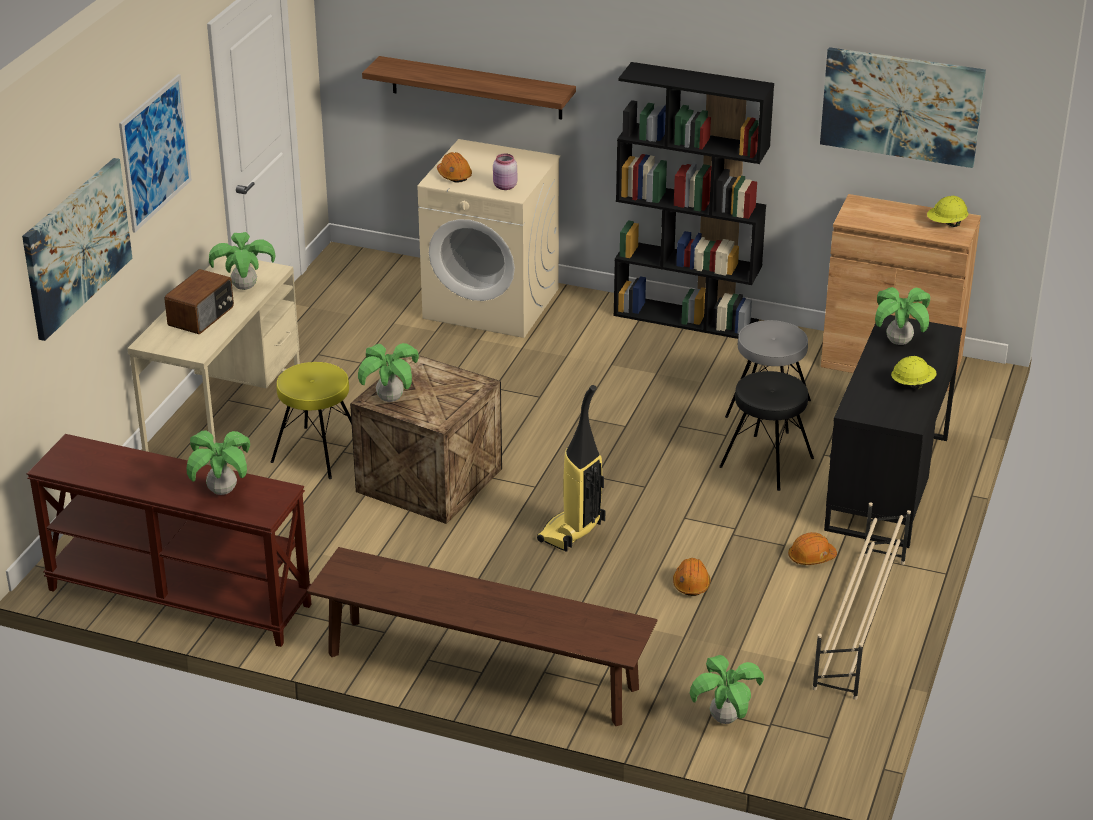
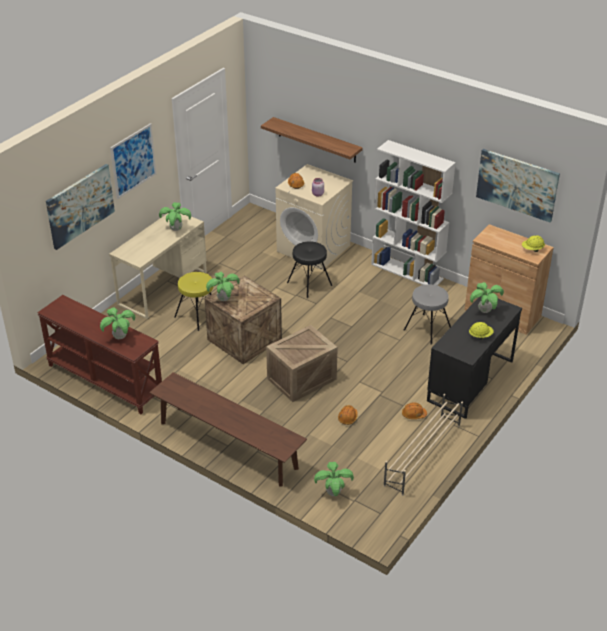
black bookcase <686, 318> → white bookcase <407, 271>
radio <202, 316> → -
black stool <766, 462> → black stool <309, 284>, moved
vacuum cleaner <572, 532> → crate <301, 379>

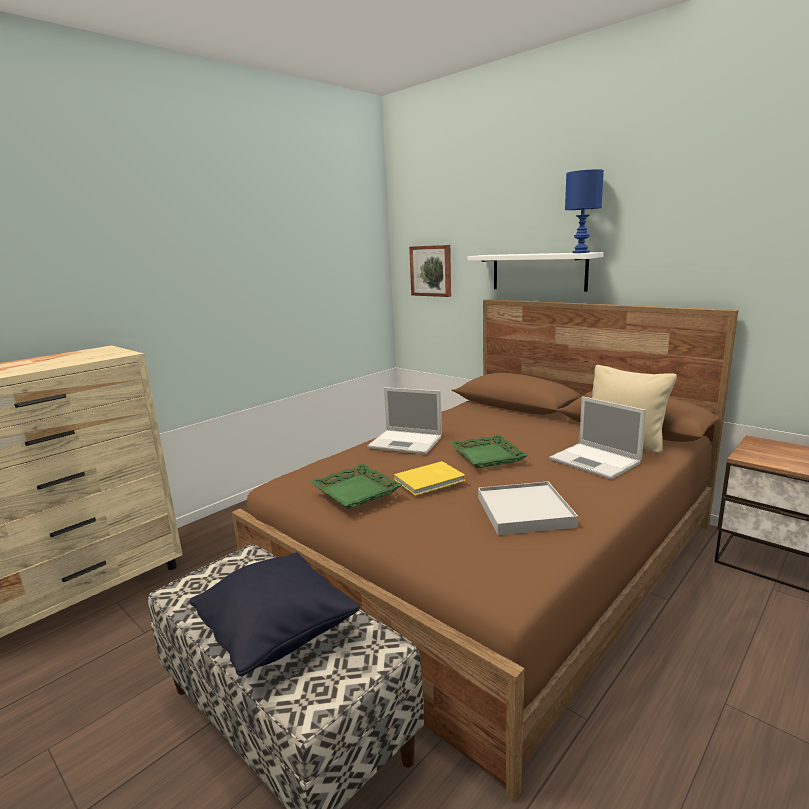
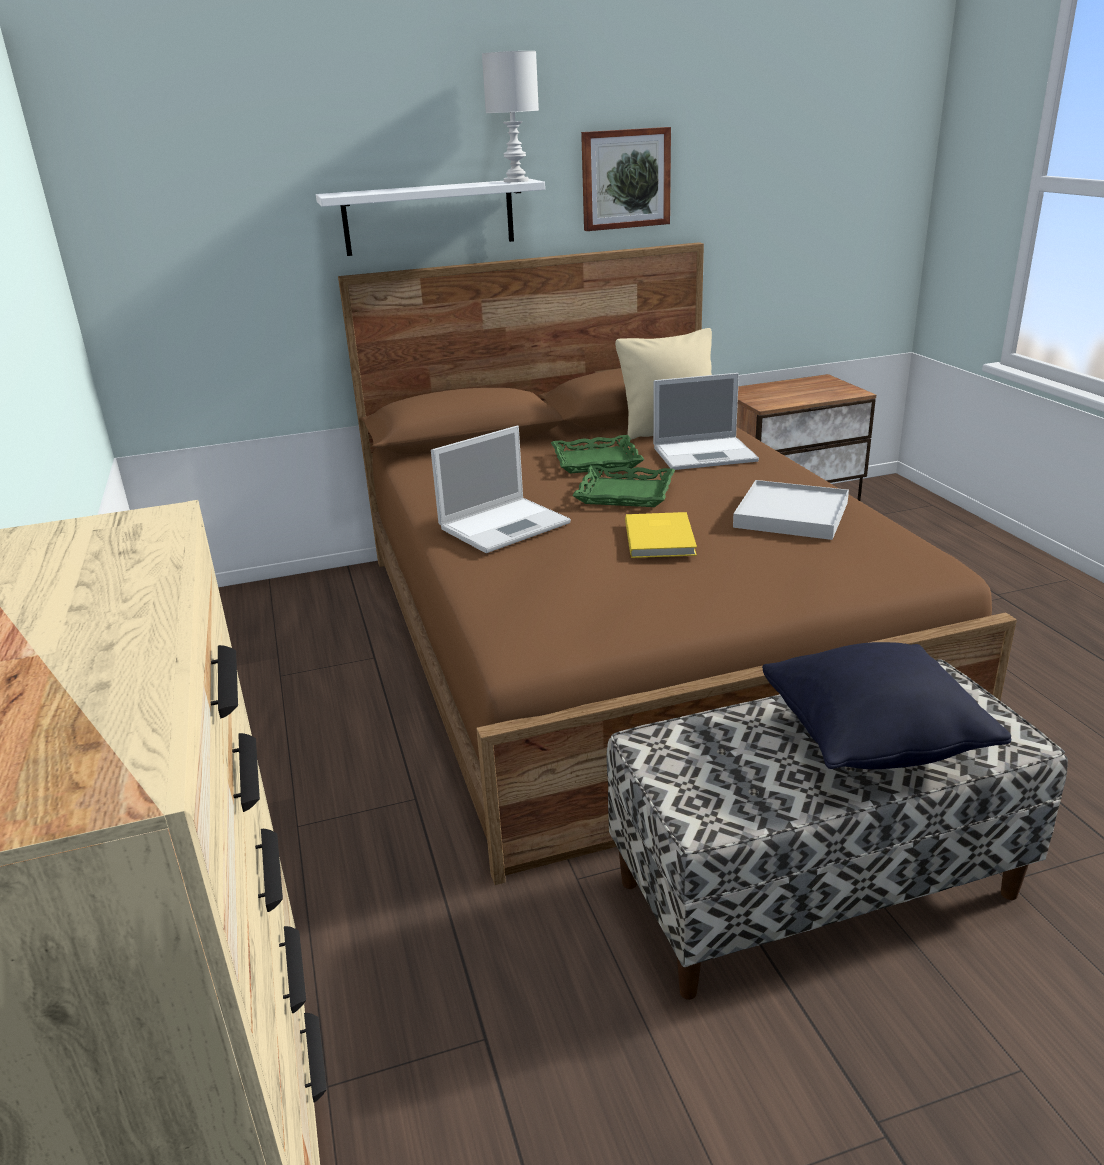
blue table lamp <581, 252> → white table lamp <517, 181>
picture <431, 271> → picture <625, 179>, moved
green tray <355, 491> → green tray <596, 461>, moved

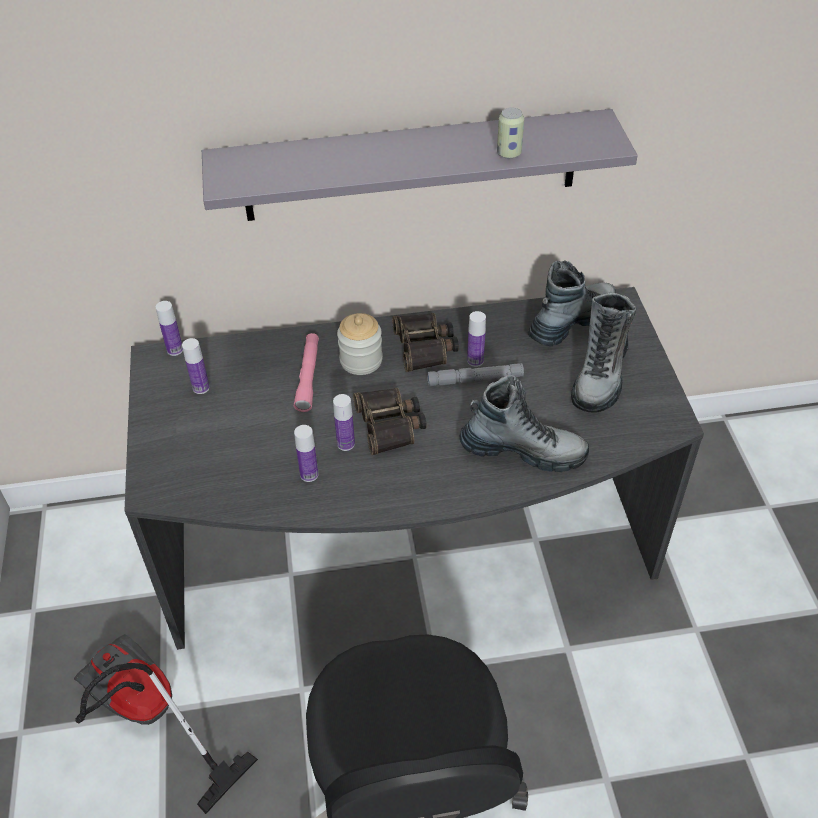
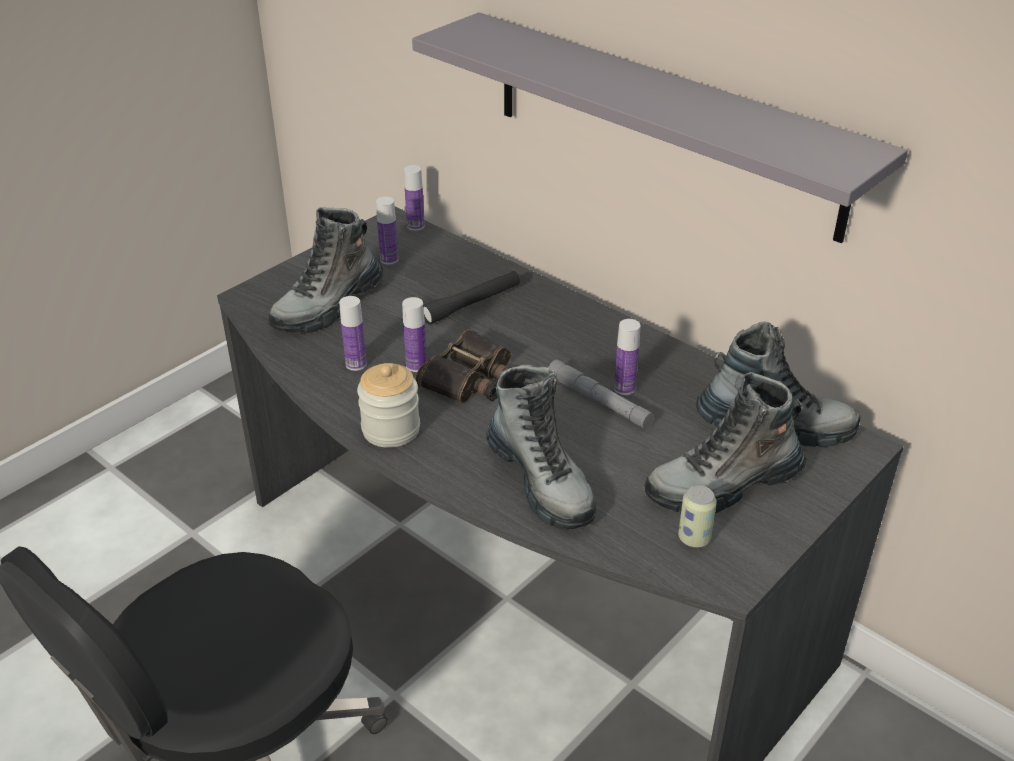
can <509, 153> → can <694, 538>, moved
jar <361, 360> → jar <391, 429>, moved
binoculars <425, 347> → -
pink flashlight <308, 377> → black flashlight <472, 304>
vacuum cleaner <147, 718> → -
- → boot <328, 306>

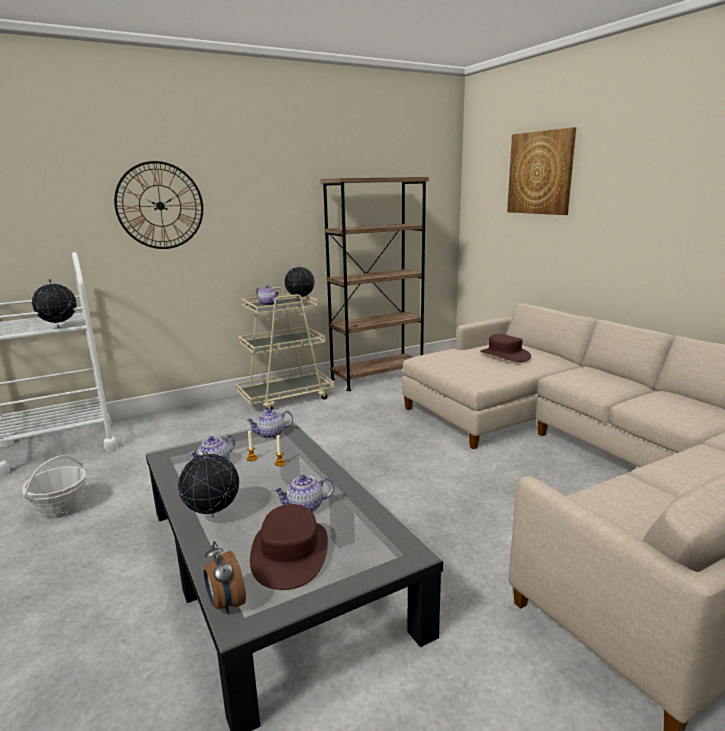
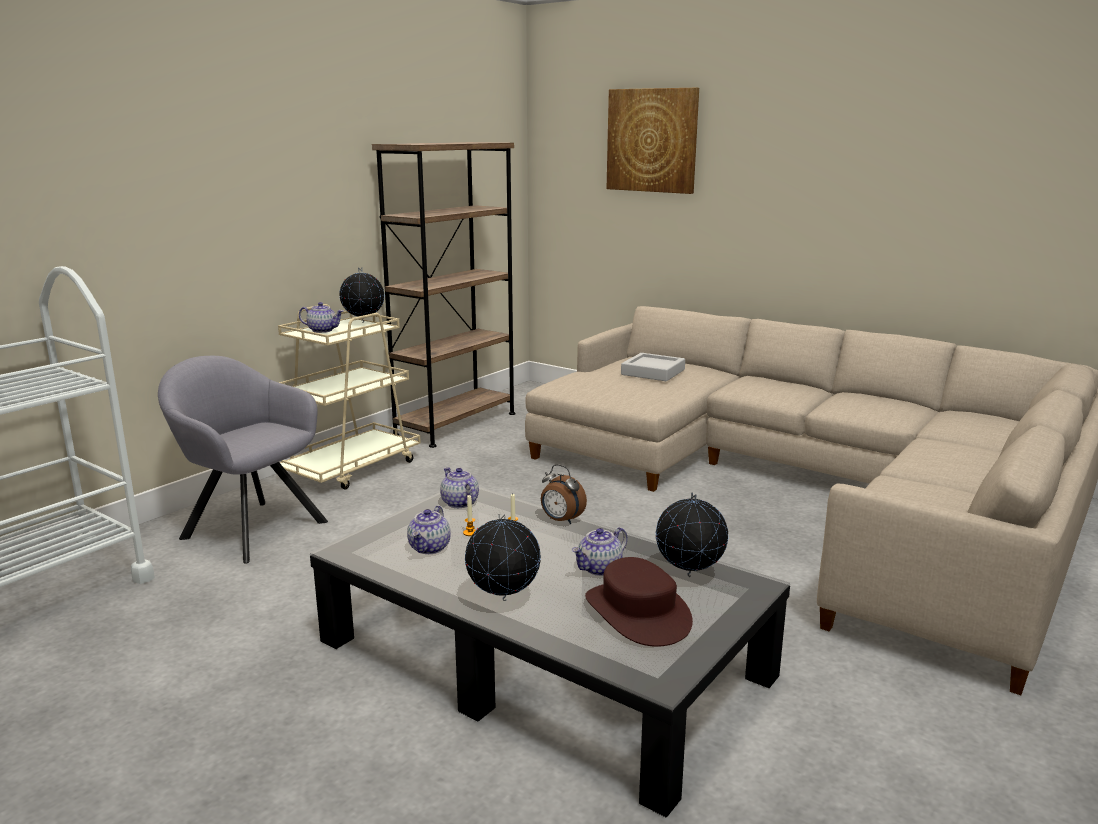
wall clock <160, 206> → -
globe <59, 327> → globe <689, 575>, moved
brown hat <504, 355> → grey tray <653, 372>
teapot <271, 434> → teapot <459, 503>, 105 degrees clockwise
basket <61, 508> → -
alarm clock <225, 604> → alarm clock <561, 520>, moved
- → grey armchair <249, 527>

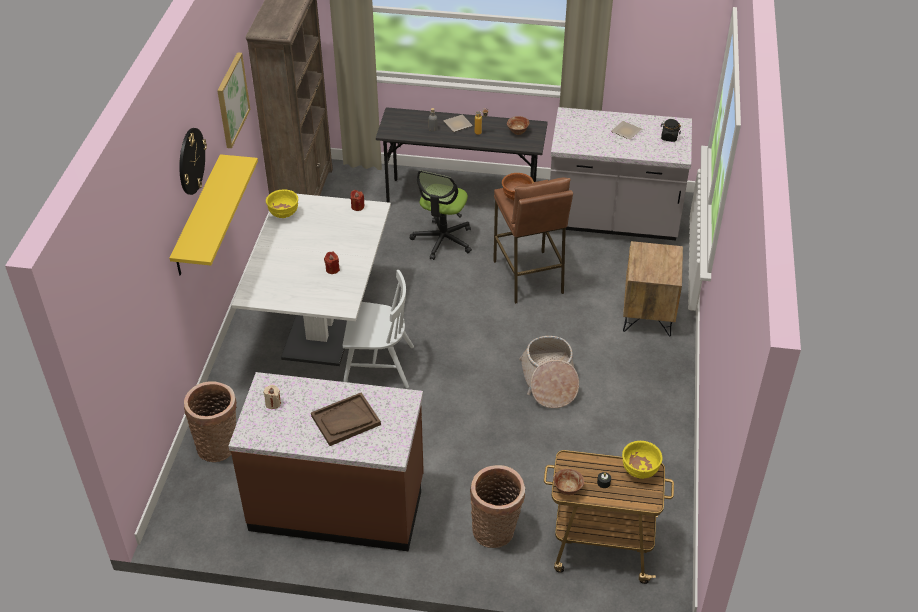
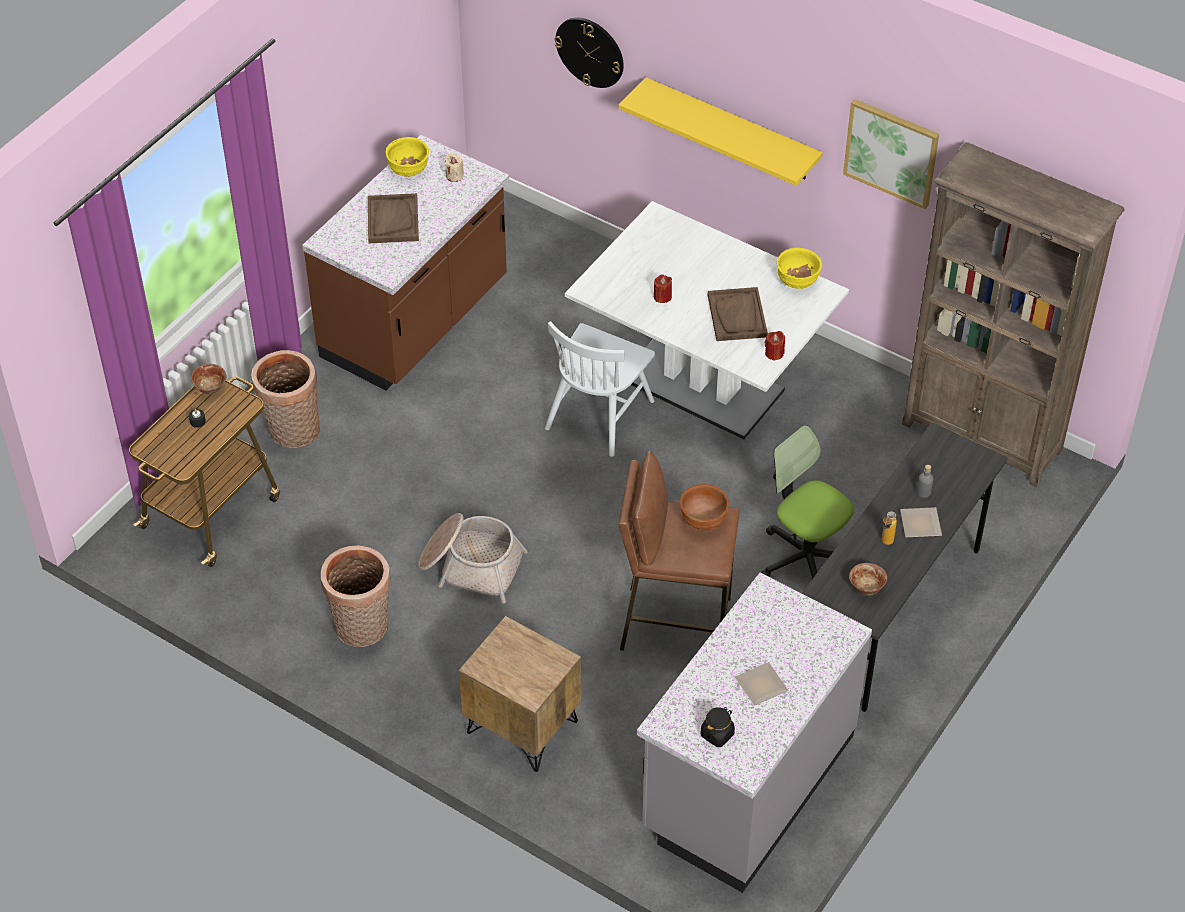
wall clock <191, 161> → wall clock <590, 52>, moved
basket <219, 445> → basket <362, 629>, moved
yellow bowl <640, 470> → yellow bowl <408, 171>, moved
- → brown tray <737, 316>

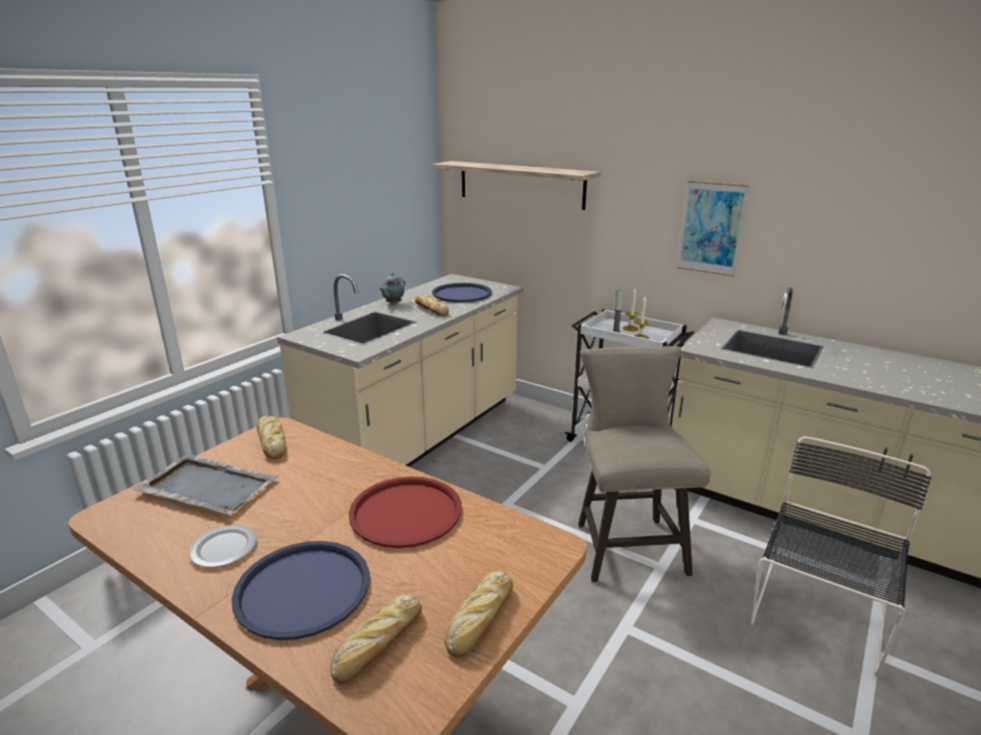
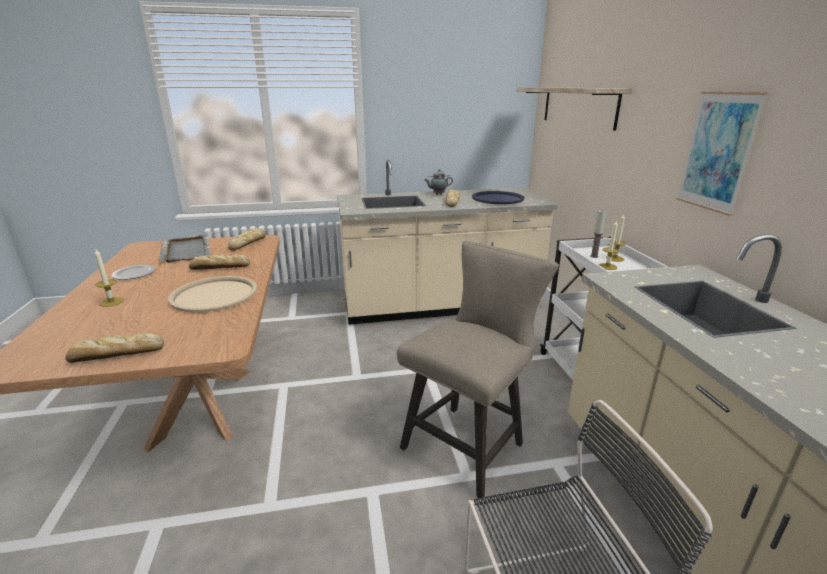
red tray <406, 512> → beige tray <214, 295>
blue tray <302, 589> → candle <111, 302>
bread <377, 644> → bread <219, 267>, moved

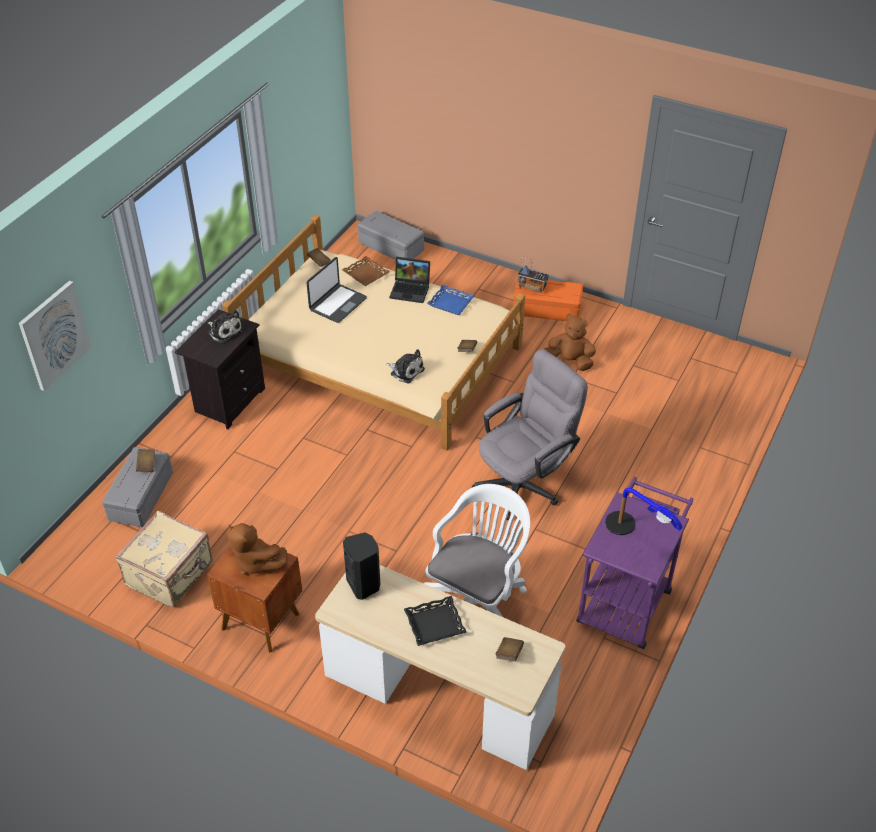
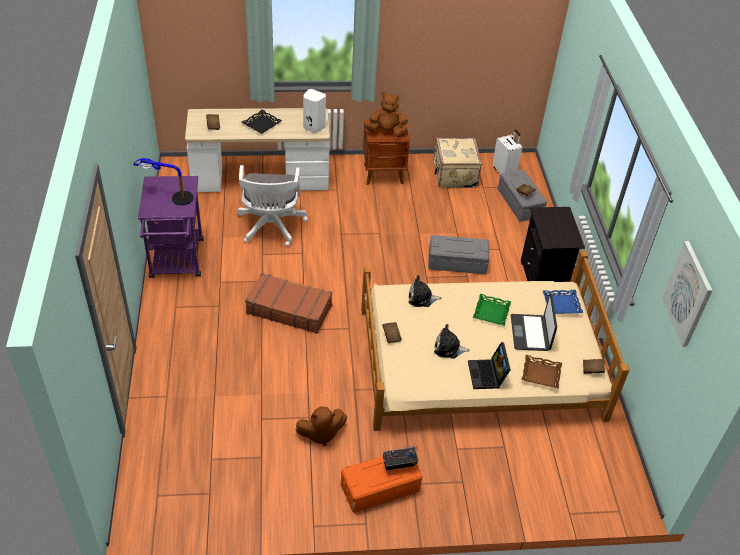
grey storage box <390, 247> → grey storage box <457, 262>, moved
laptop <411, 290> → laptop <487, 375>, 75 degrees counterclockwise
picture <54, 335> → picture <688, 294>, moved
blue tray <450, 303> → blue tray <561, 304>, moved
plush toy <224, 331> → plush toy <449, 348>, moved
grey office chair <525, 482> → brown suitcase <289, 309>
black speaker <364, 584> → white speaker <313, 127>
- → white suitcase <504, 172>
- → green tray <491, 312>

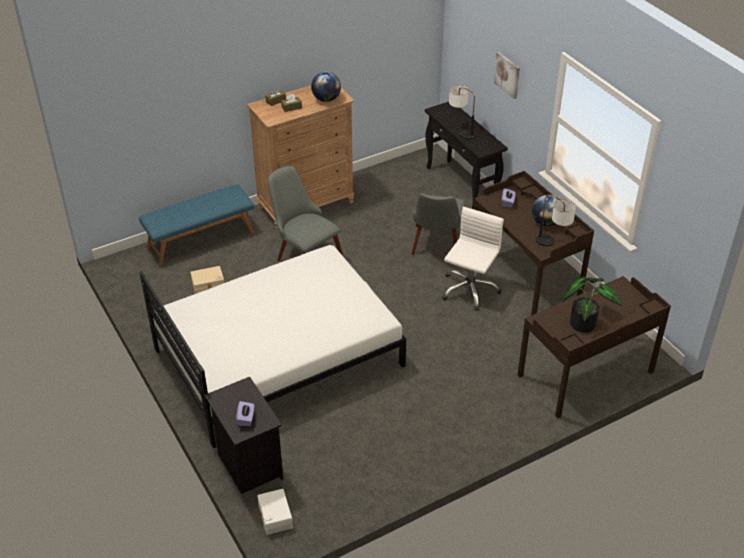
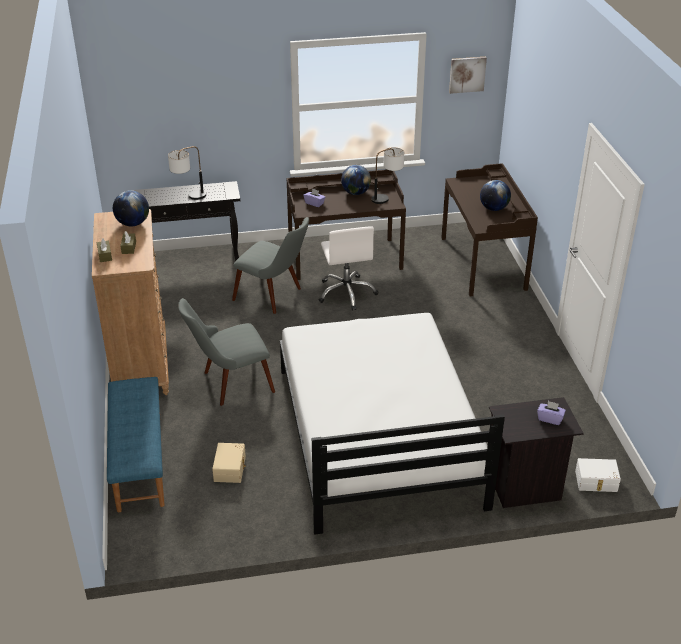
picture <508, 75> → picture <467, 74>, moved
white office chair <469, 289> → white office chair <347, 293>, 150 degrees counterclockwise
potted plant <585, 322> → globe <493, 208>

